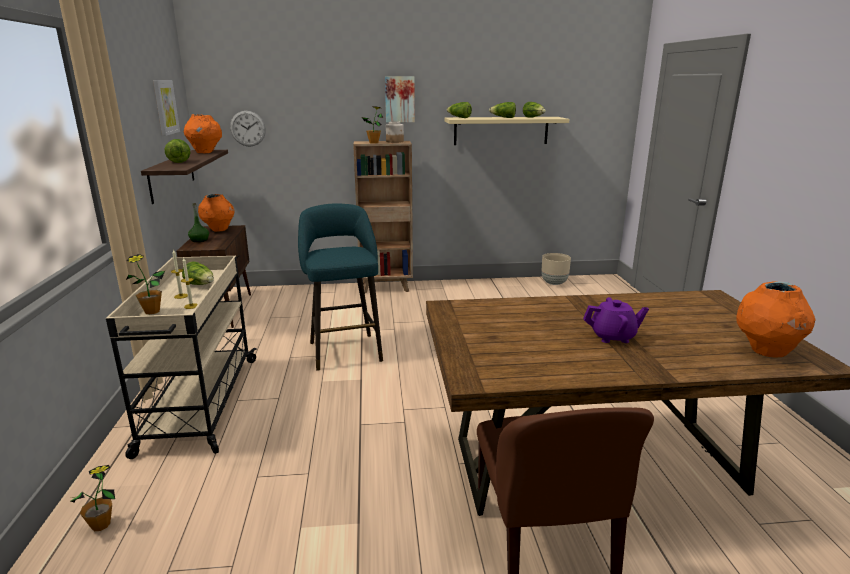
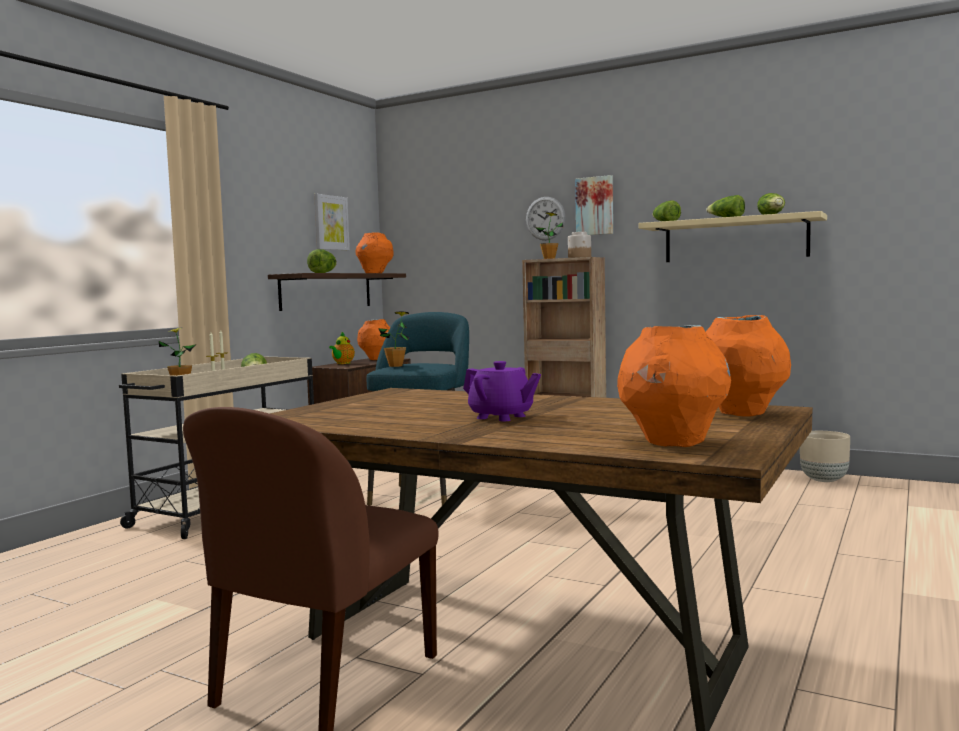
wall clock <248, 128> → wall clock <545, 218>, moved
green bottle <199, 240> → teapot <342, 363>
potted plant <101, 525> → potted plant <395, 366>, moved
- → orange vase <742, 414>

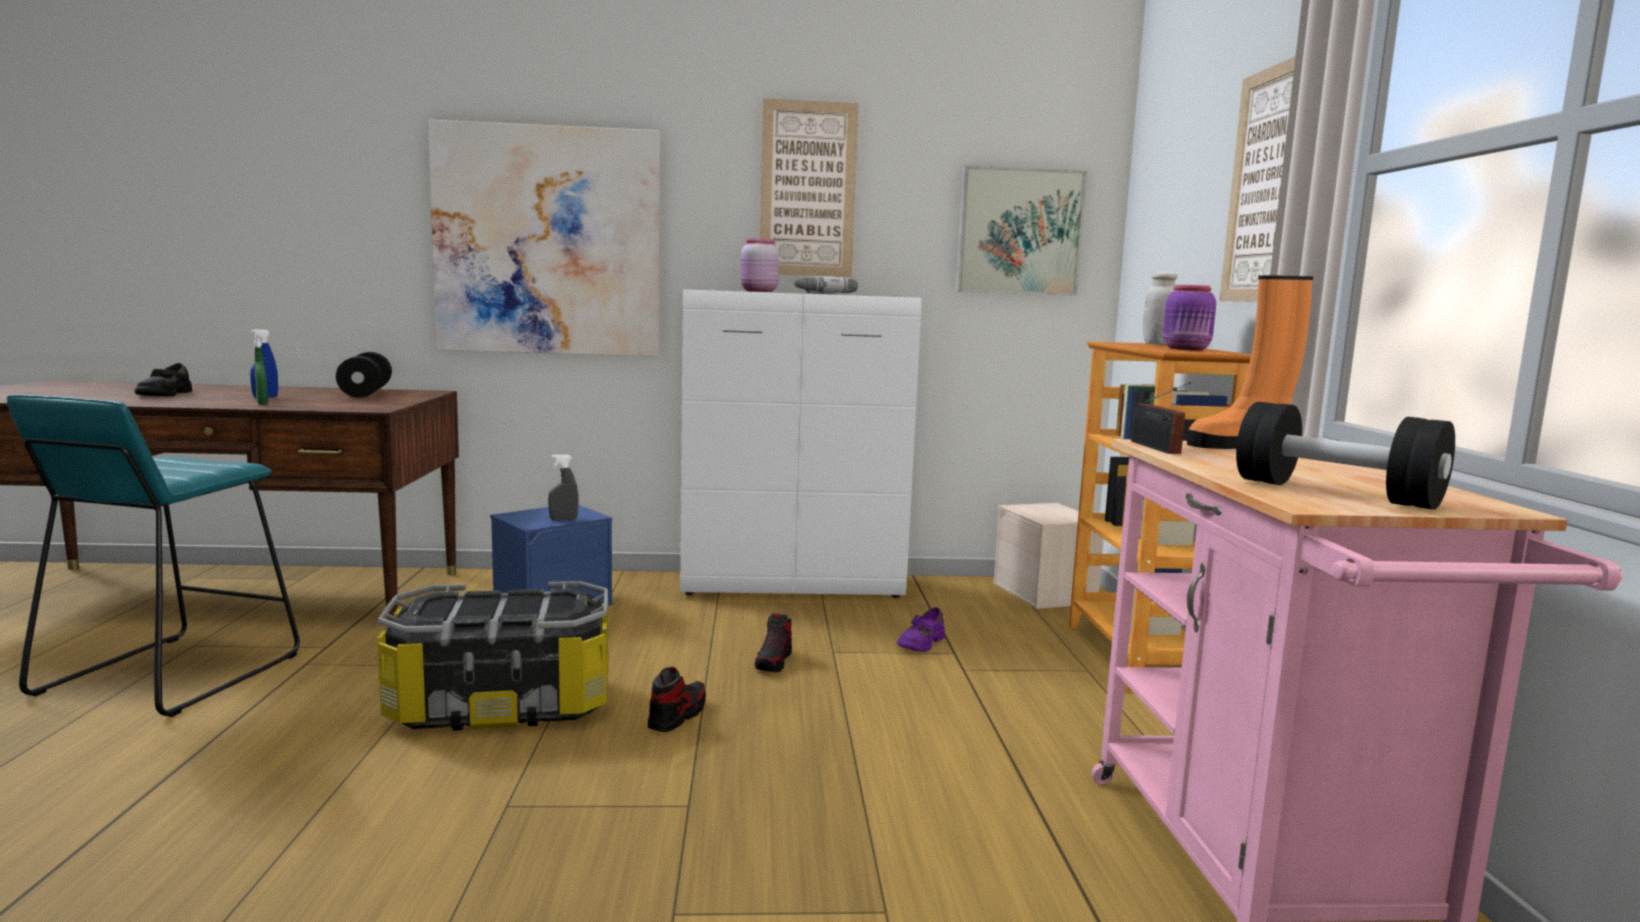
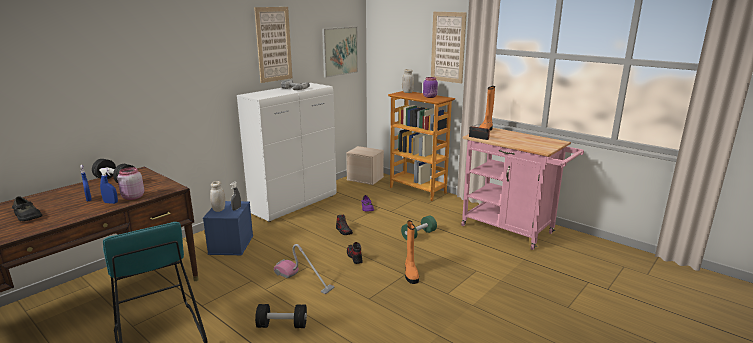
picture <548, 241> → -
pink jar <758, 291> → pink jar <132, 197>, moved
green spray bottle <262, 403> → blue spray bottle <111, 202>
black dumbbell <1336, 493> → black dumbbell <282, 325>, moved
storage box <501, 705> → vacuum cleaner <303, 280>
- → white jar <219, 209>
- → green dumbbell <419, 235>
- → orange boot <410, 273>

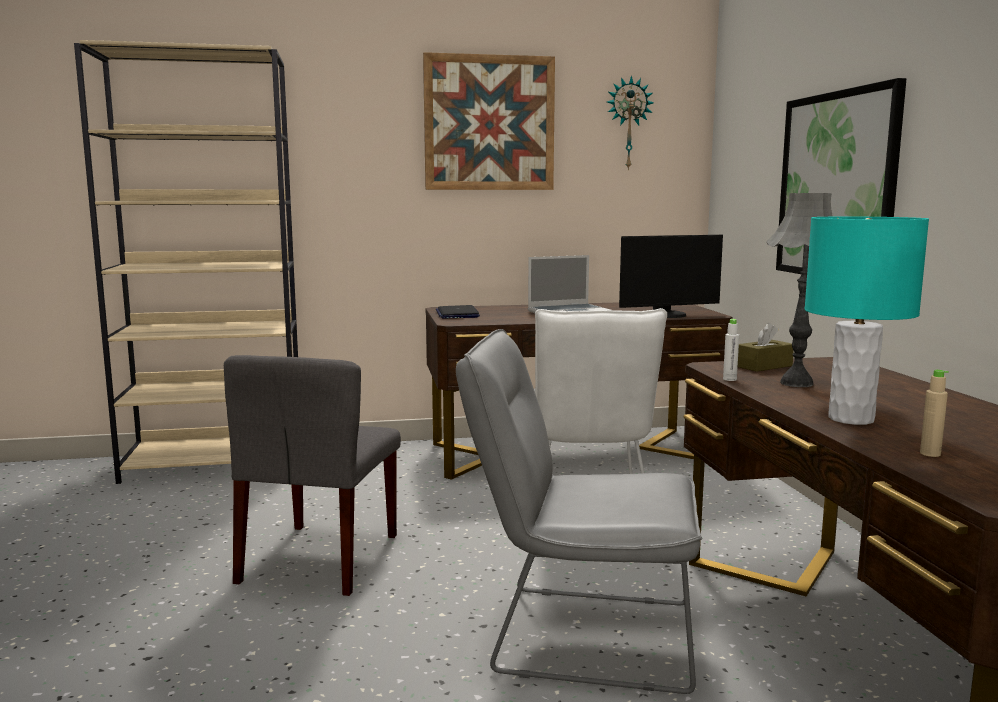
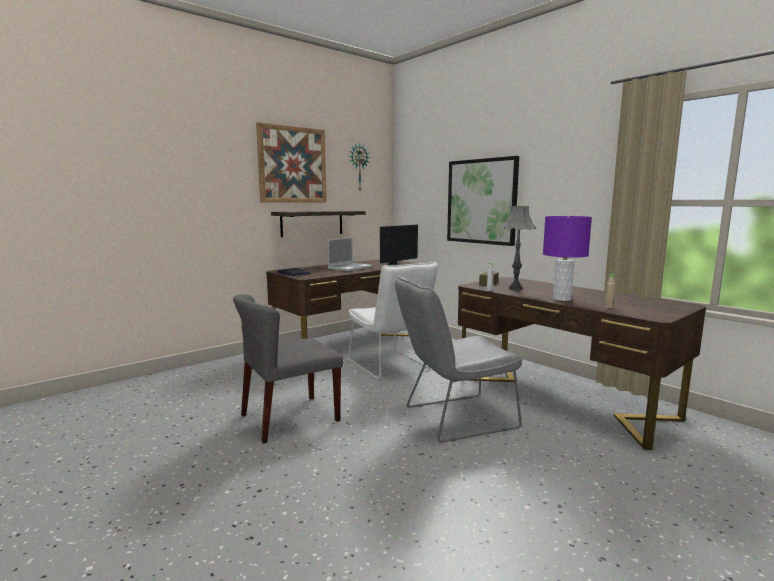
beige bookcase <216, 463> → -
turquoise table lamp <851, 419> → purple table lamp <562, 299>
grey chair <320, 559> → grey chair <289, 418>, 75 degrees clockwise
- → shelf <312, 223>

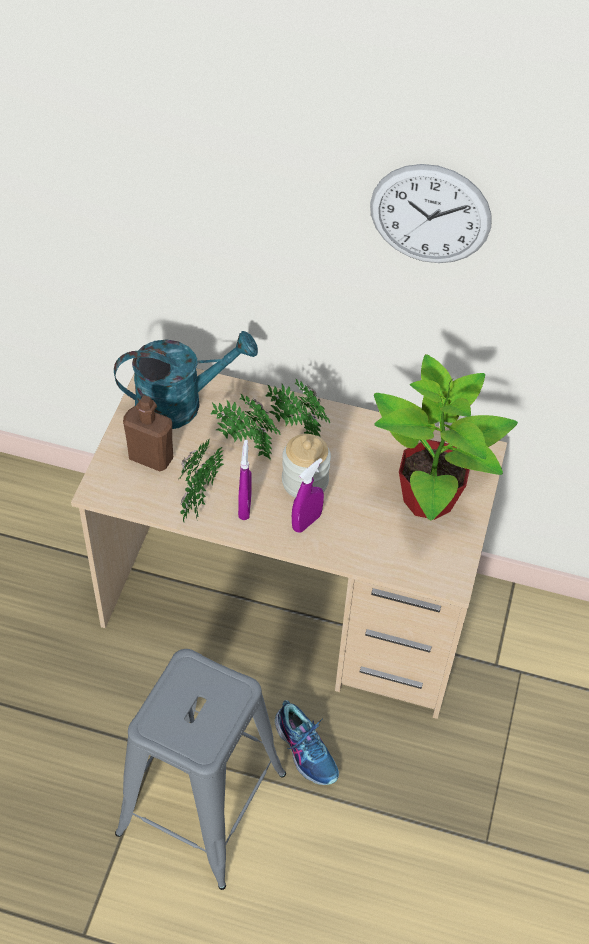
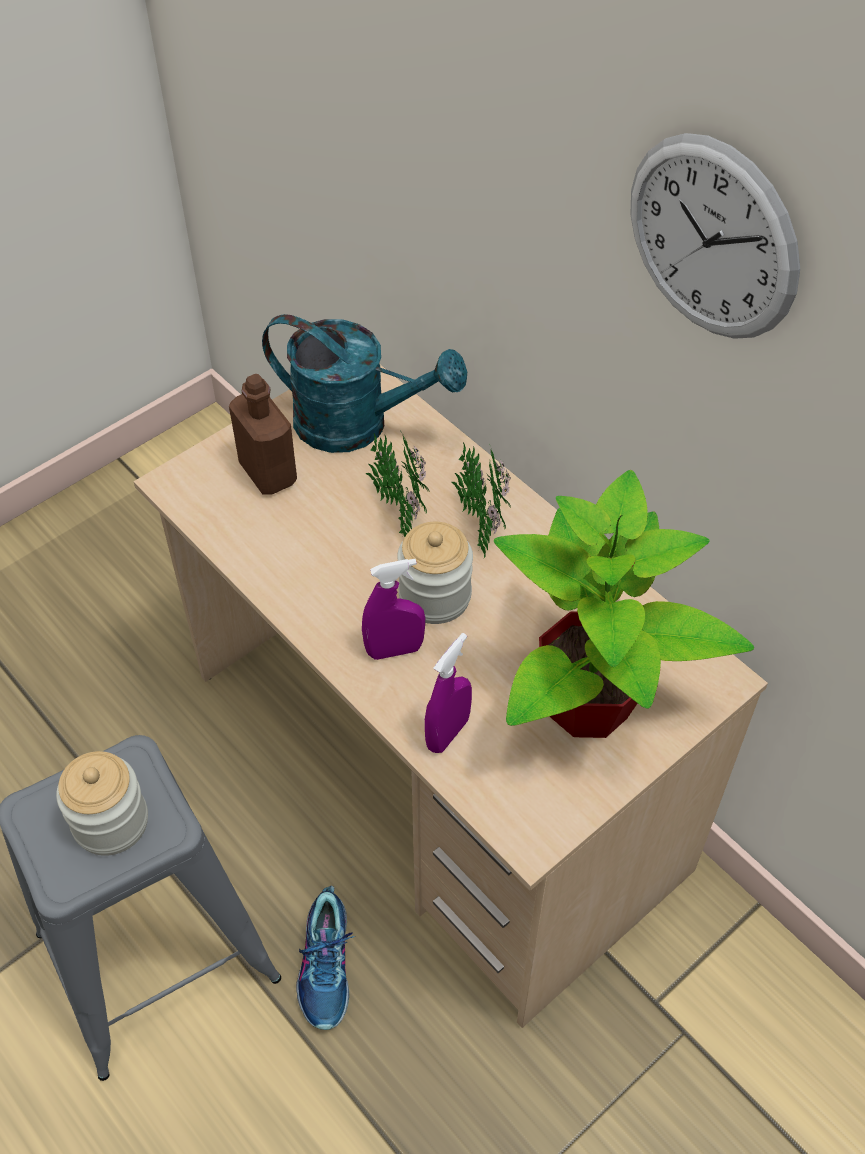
potted plant <197, 501> → -
purple spray bottle <245, 507> → purple spray bottle <448, 733>, moved
- → jar <110, 822>

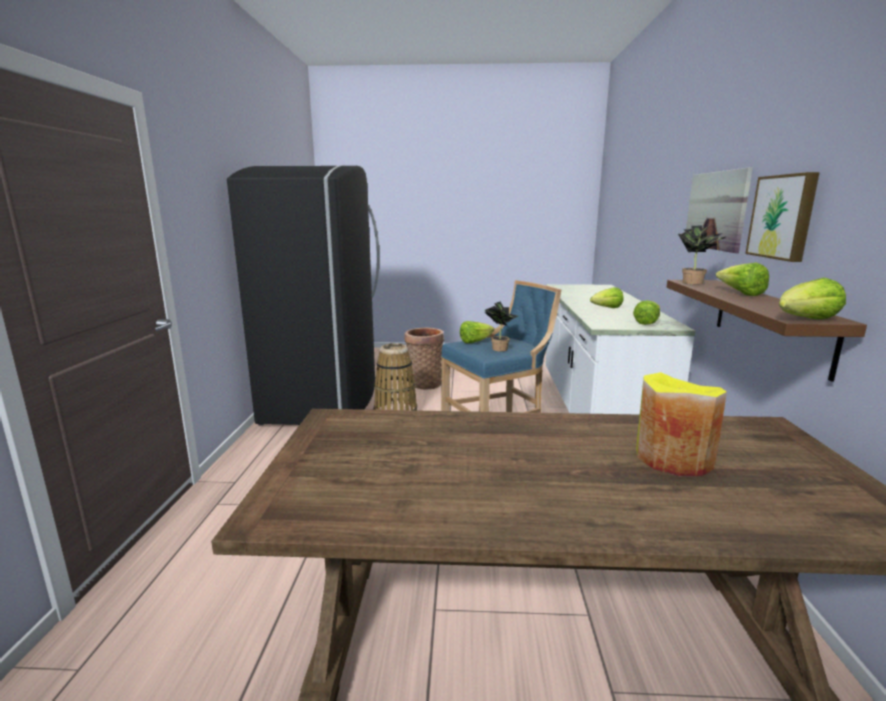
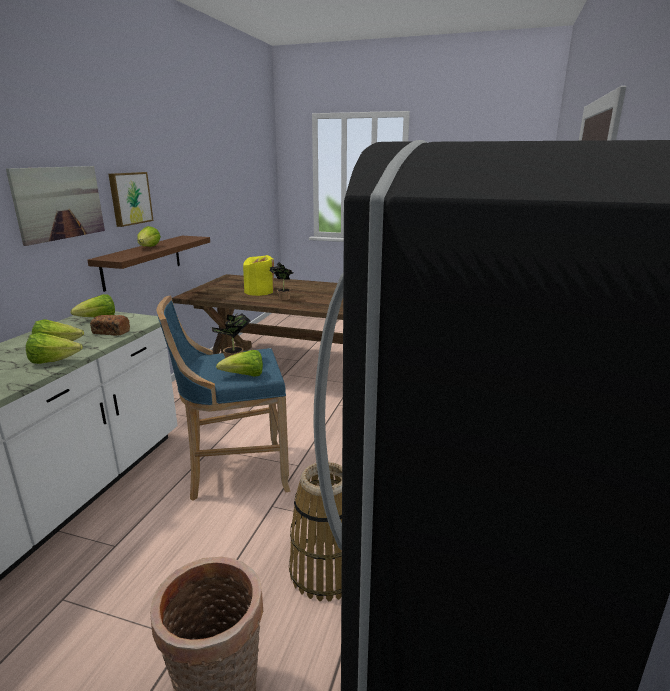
potted plant <696, 283> → potted plant <282, 298>, moved
lettuce <805, 320> → lettuce <53, 361>, moved
- → bread <111, 332>

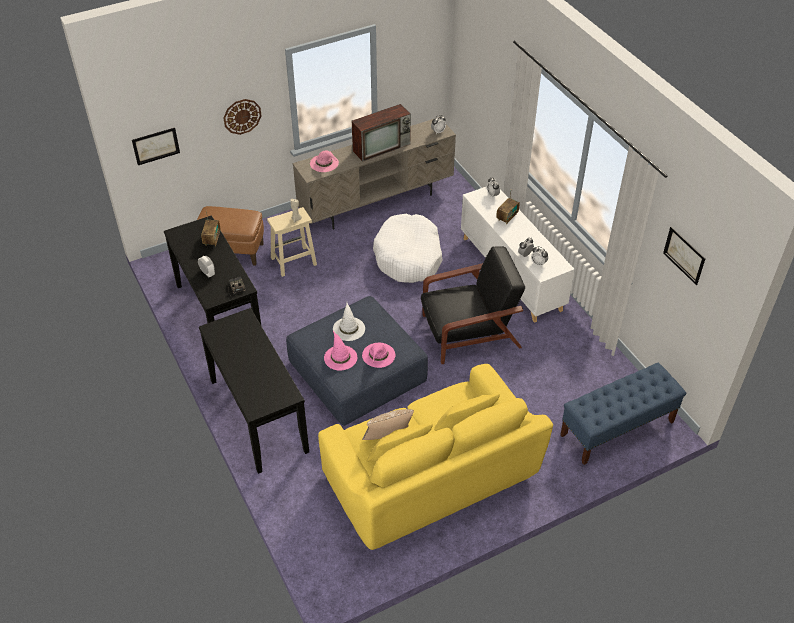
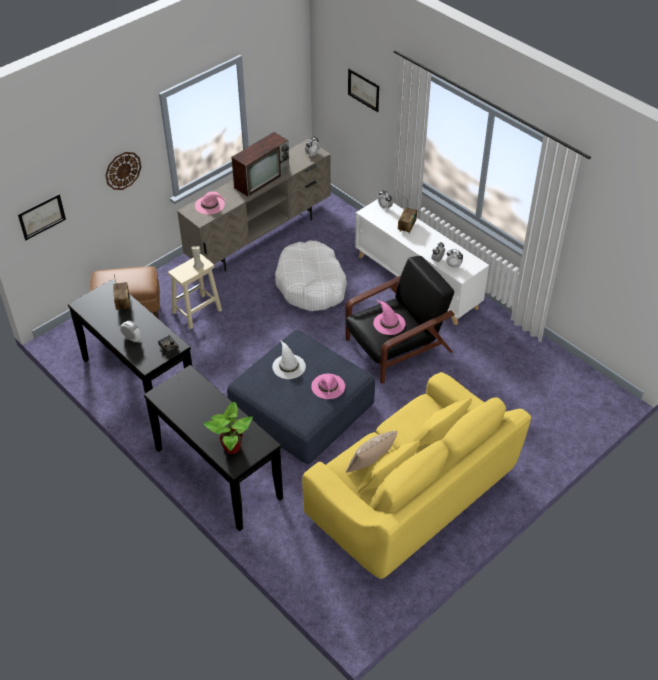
picture <684, 255> → picture <363, 90>, moved
pink hat <340, 357> → pink hat <388, 323>, moved
blue bench <617, 429> → -
- → potted plant <232, 446>

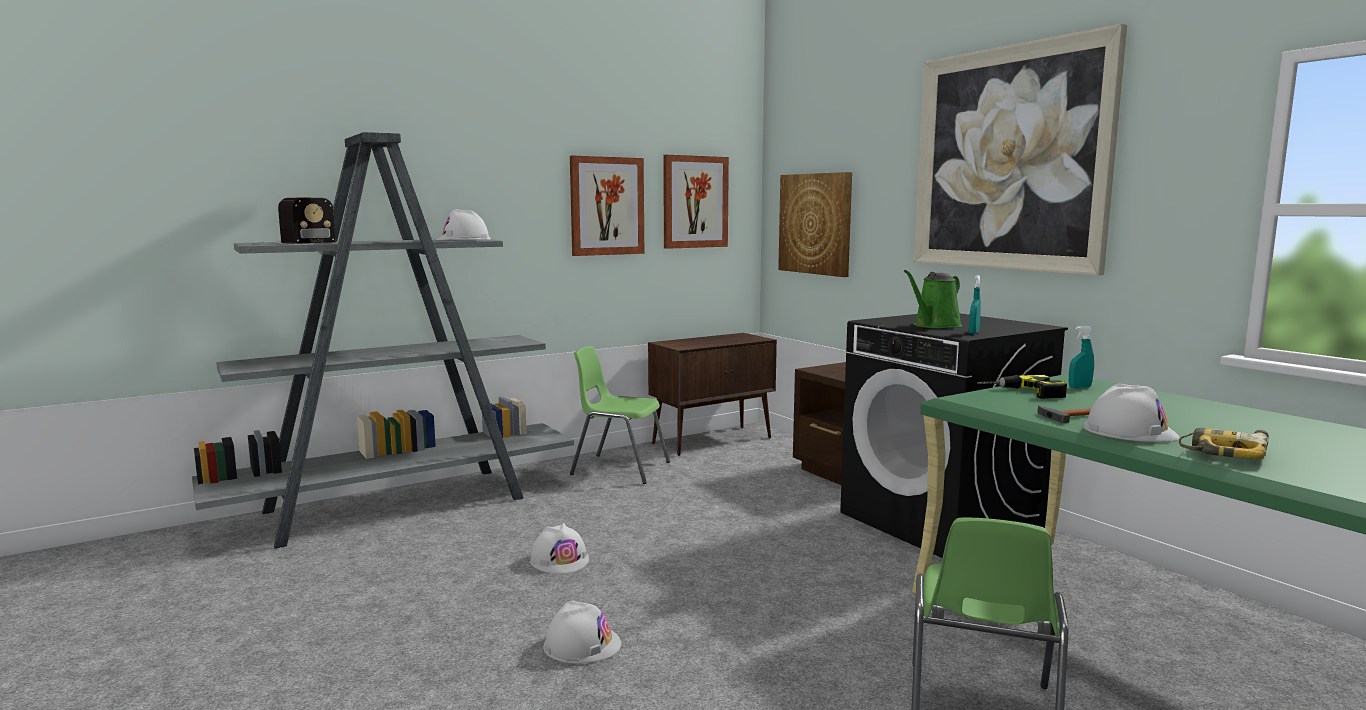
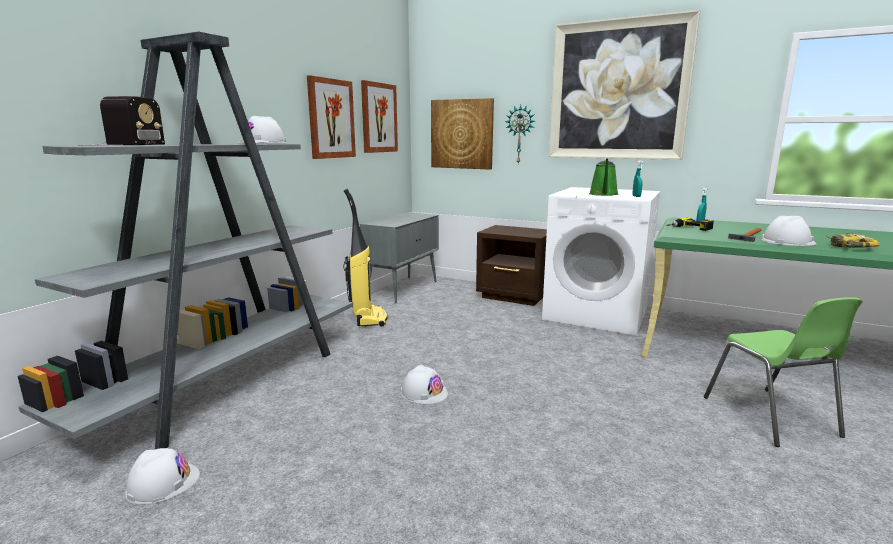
black washing machine <942, 522> → white washing machine <597, 314>
brown cabinet <713, 440> → grey cabinet <403, 289>
green chair <619, 468> → vacuum cleaner <368, 318>
white hard hat <582, 644> → white hard hat <163, 483>, moved
- → wall clock <520, 134>

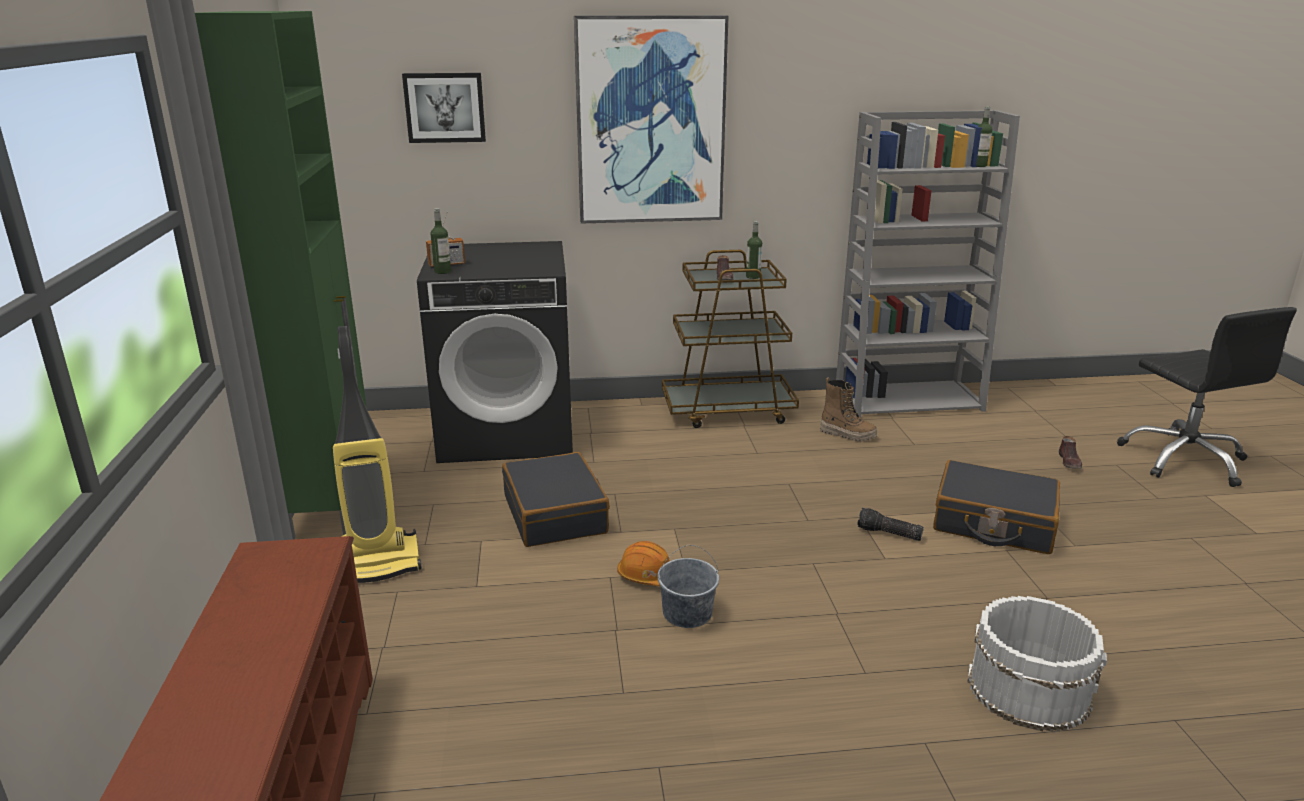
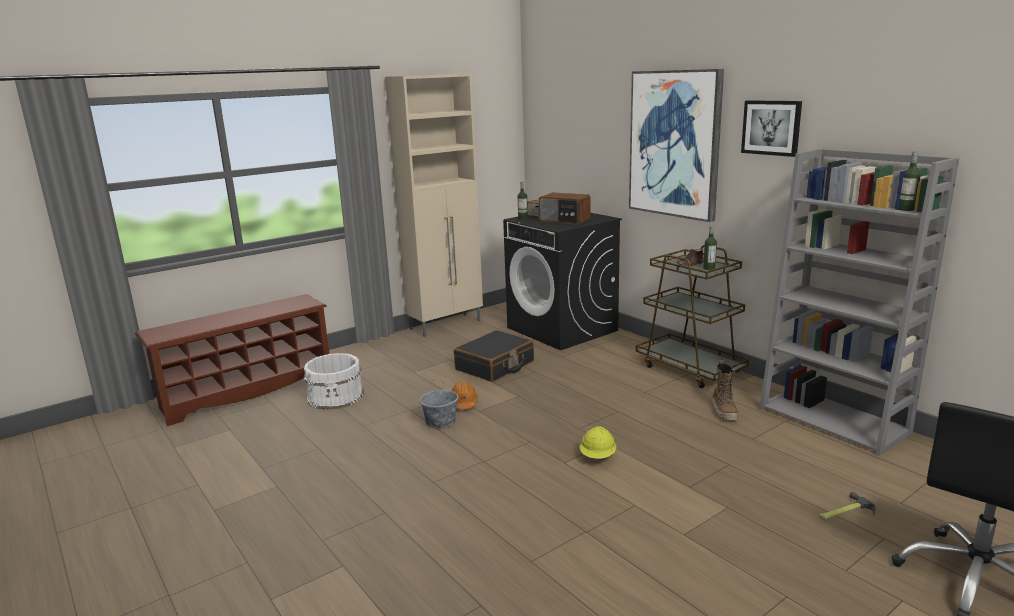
green cabinet <334, 503> → beige cabinet <446, 325>
picture <445, 107> → picture <771, 127>, moved
vacuum cleaner <376, 564> → -
brown shoe <1069, 462> → hammer <844, 512>
black suitcase <993, 523> → -
flashlight <888, 534> → yellow hard hat <598, 457>
white bucket <1028, 688> → white bucket <336, 396>, moved
- → radio <564, 220>

